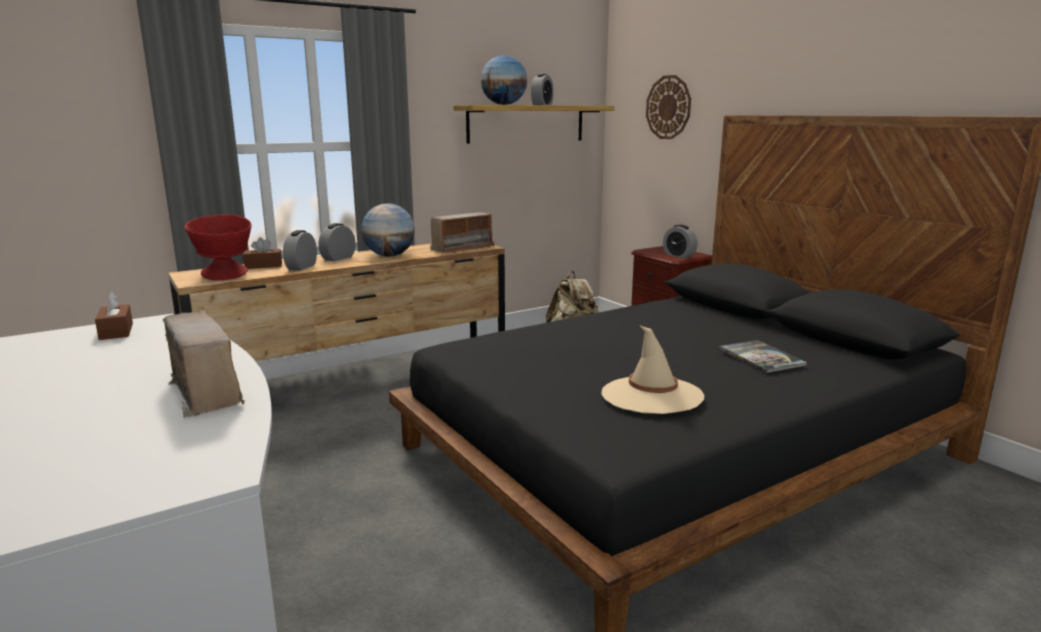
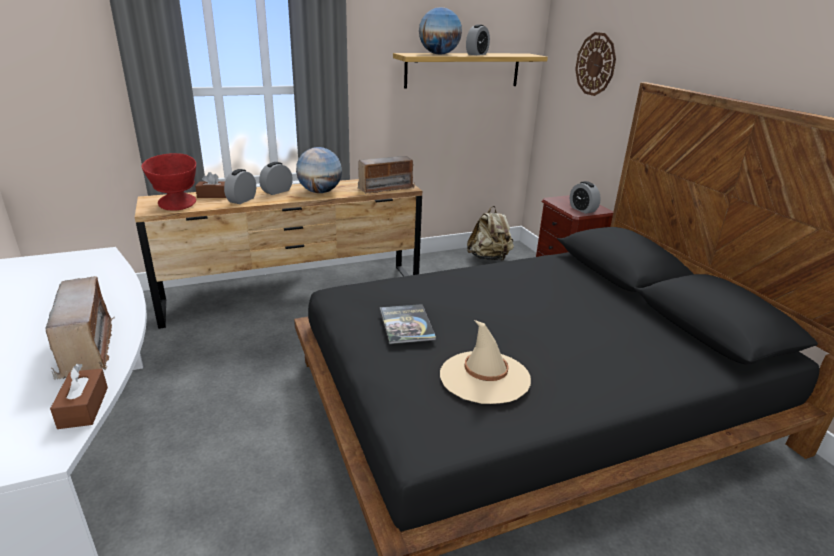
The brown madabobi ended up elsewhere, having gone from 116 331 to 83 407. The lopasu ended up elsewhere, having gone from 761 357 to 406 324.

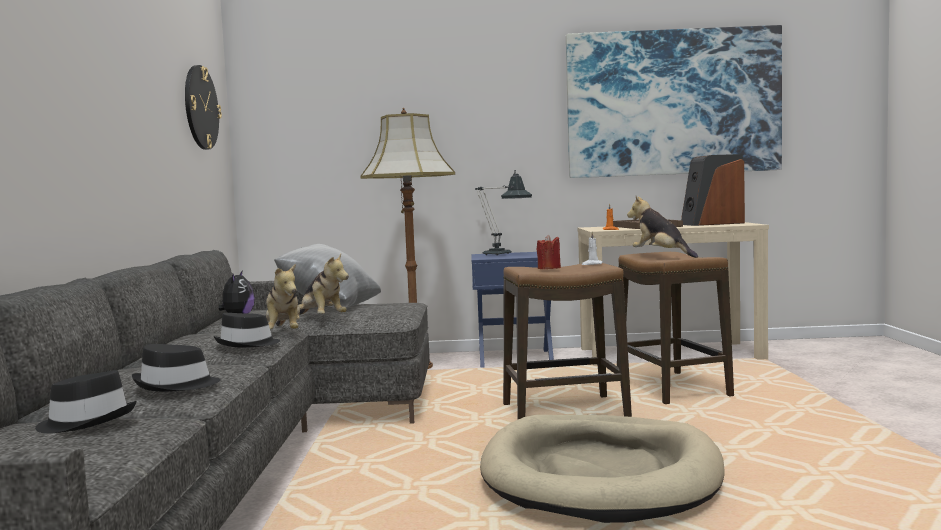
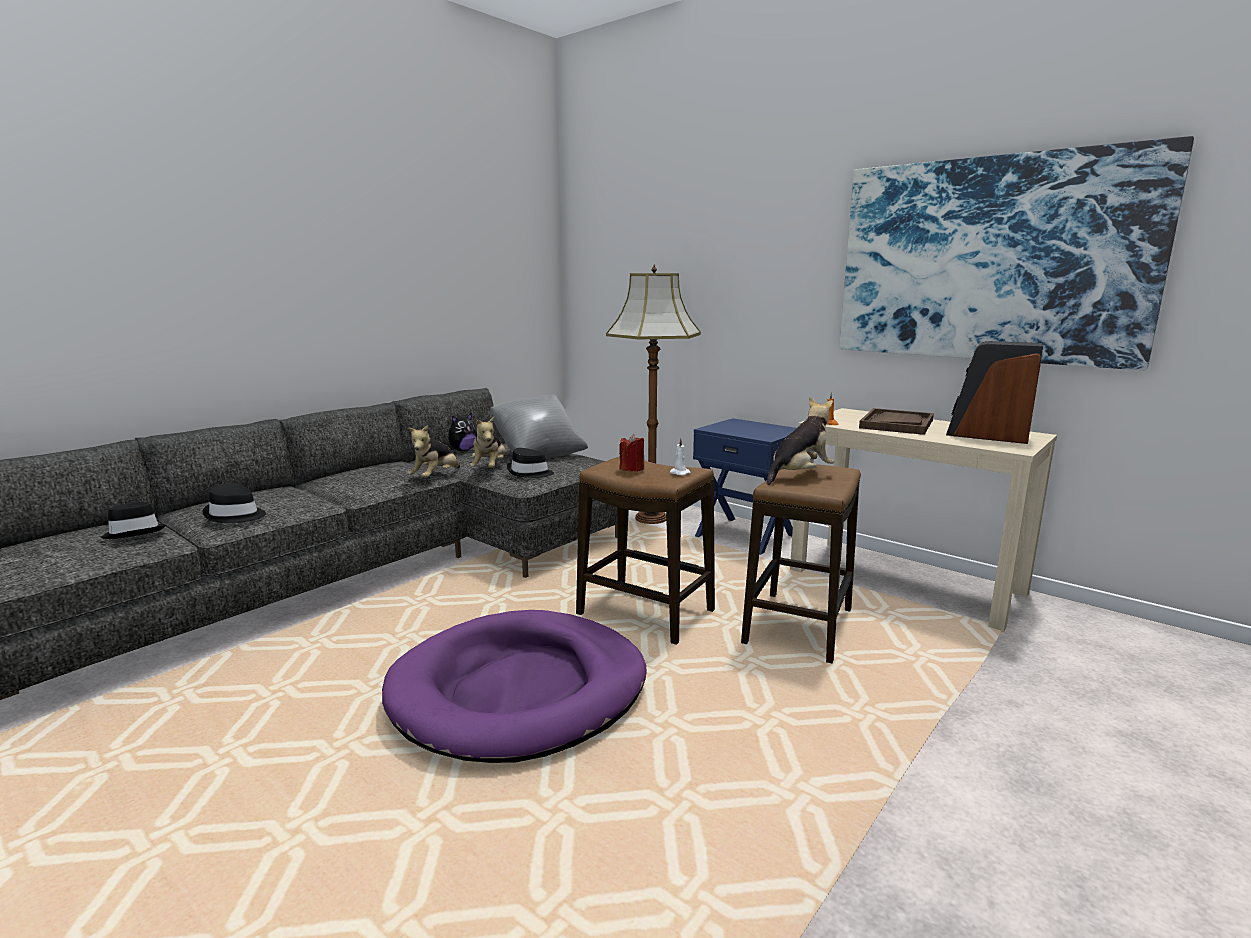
The second view lost the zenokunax at 201 107. The second view lost the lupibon at 502 254. The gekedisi at 661 255 ended up facing another way, 45 degrees clockwise from before. The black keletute ended up elsewhere, having gone from 247 344 to 529 473. What was the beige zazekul at 600 474 turned into the purple zazekul at 520 690.

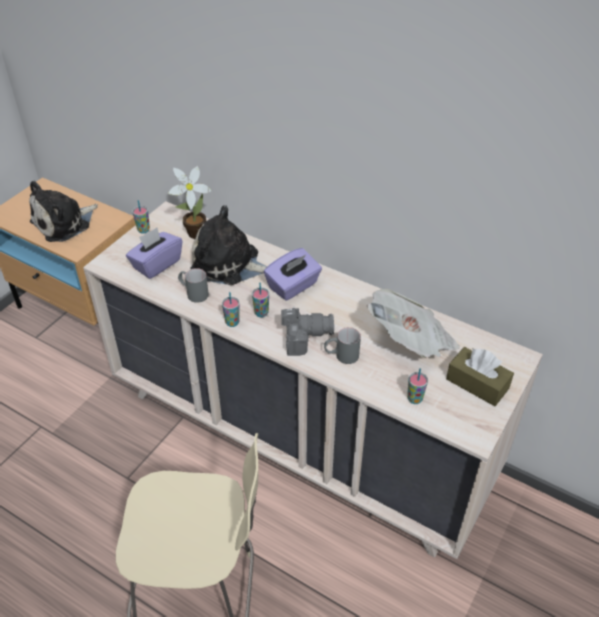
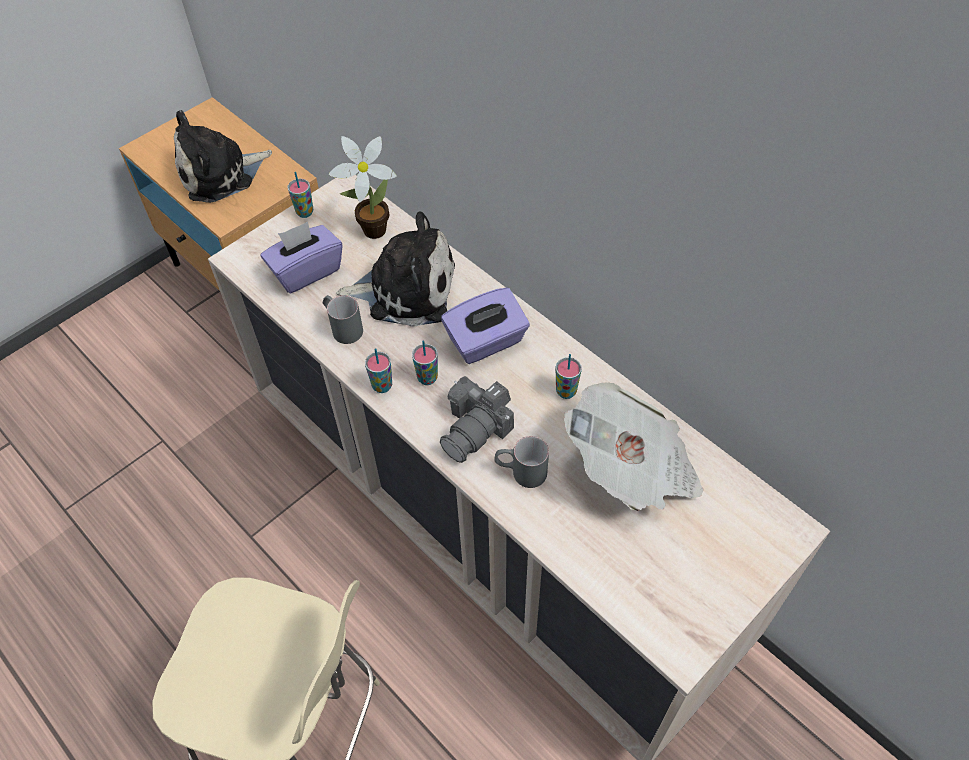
The gekedisi at 229 264 ended up facing another way, 150 degrees clockwise from before. The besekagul at 304 336 ended up facing another way, 120 degrees clockwise from before. The second view lost the brown madabobi at 477 384. The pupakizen ended up elsewhere, having gone from 414 399 to 566 391.

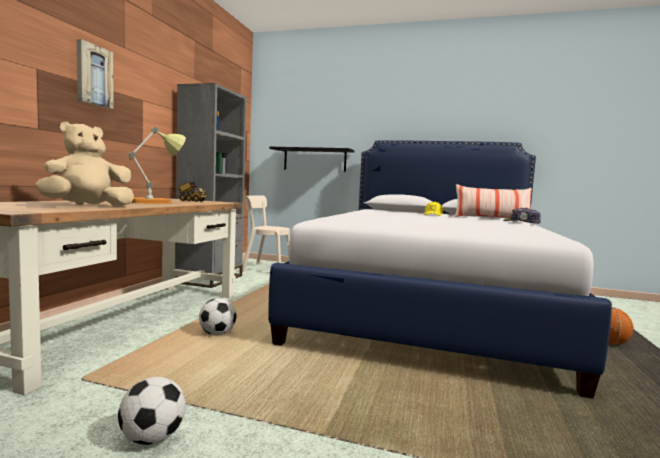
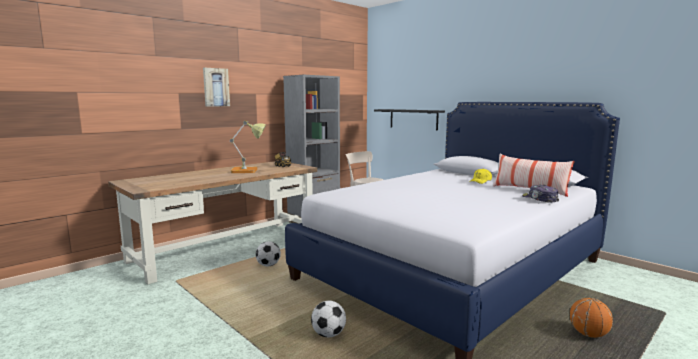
The second view lost the beige gekedisi at 88 206. The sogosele ended up elsewhere, having gone from 152 438 to 328 334.

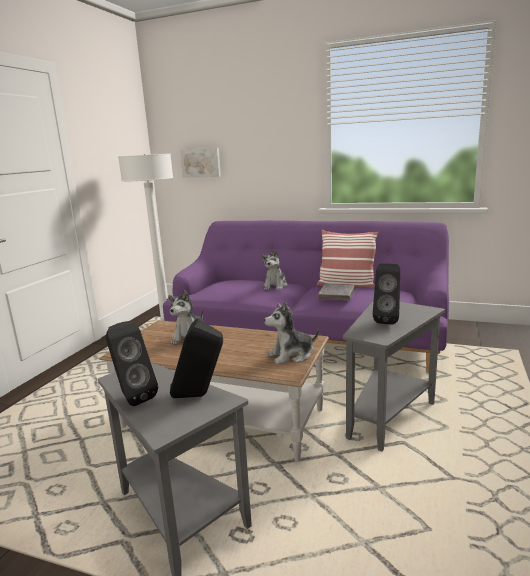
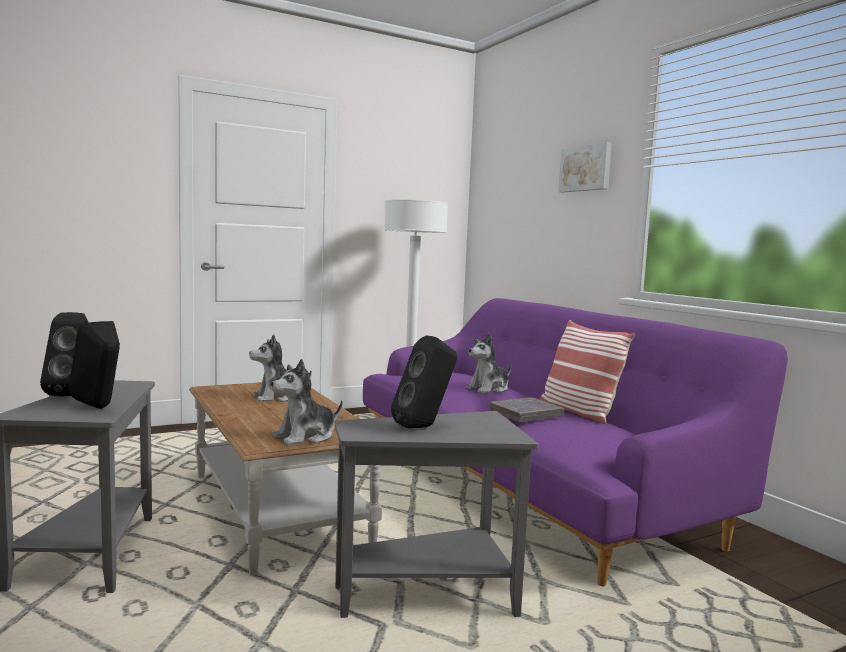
The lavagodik ended up elsewhere, having gone from 201 163 to 586 168. The gekedisi at 291 355 ended up facing another way, 60 degrees counterclockwise from before.

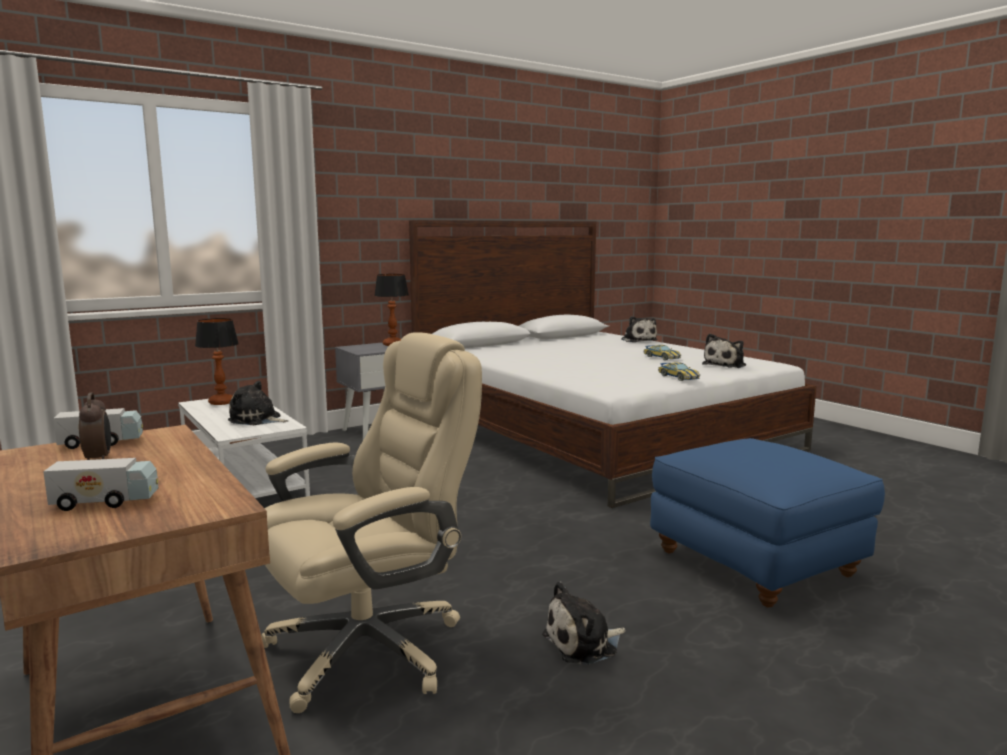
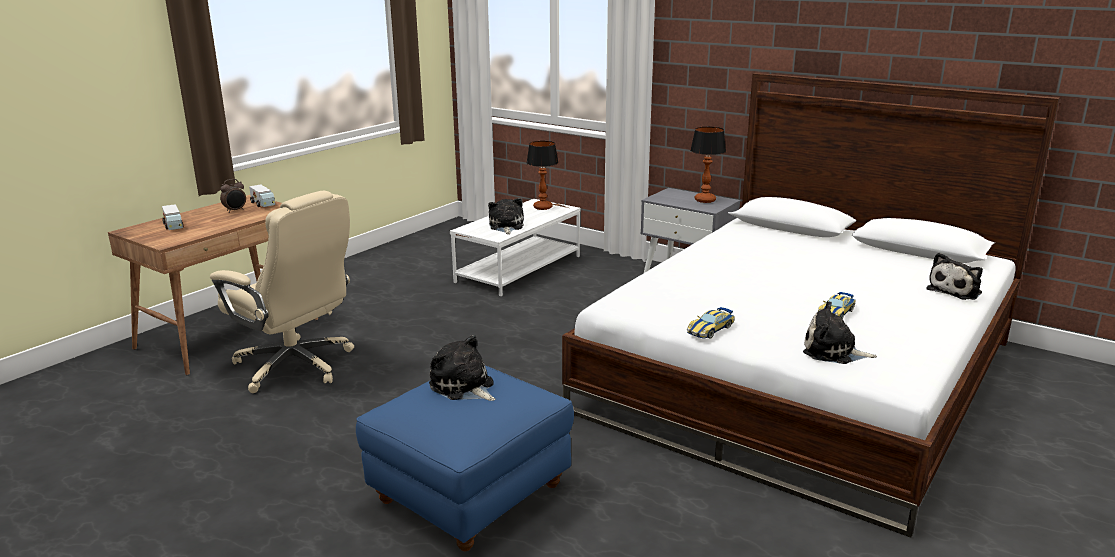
The gekedisi ended up elsewhere, having gone from 584 643 to 463 387.

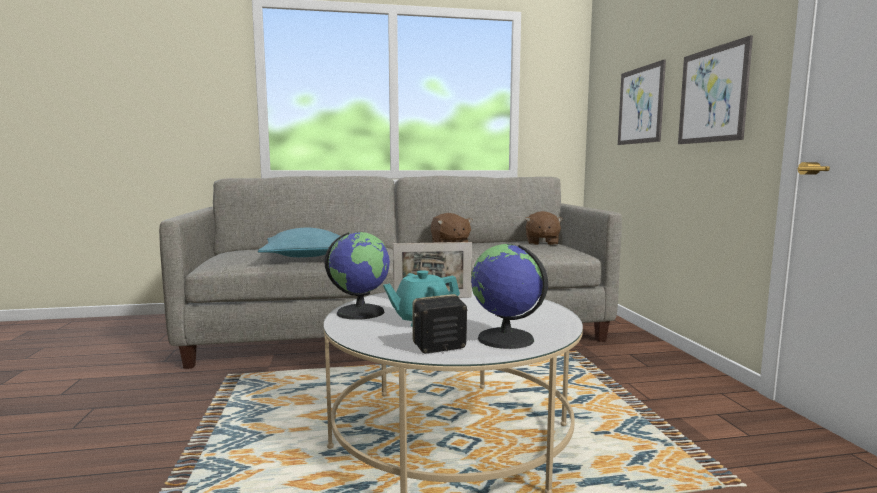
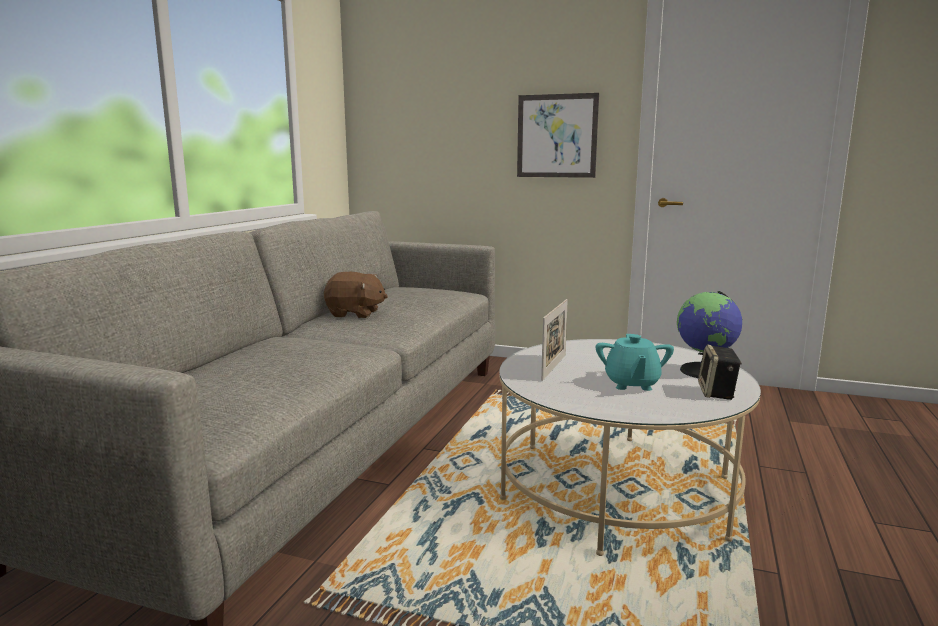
The second view lost the lavagodik at 640 105. The second view lost the brown gekedisi at 542 243. The second view lost the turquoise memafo at 306 256. The second view lost the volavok at 360 312.

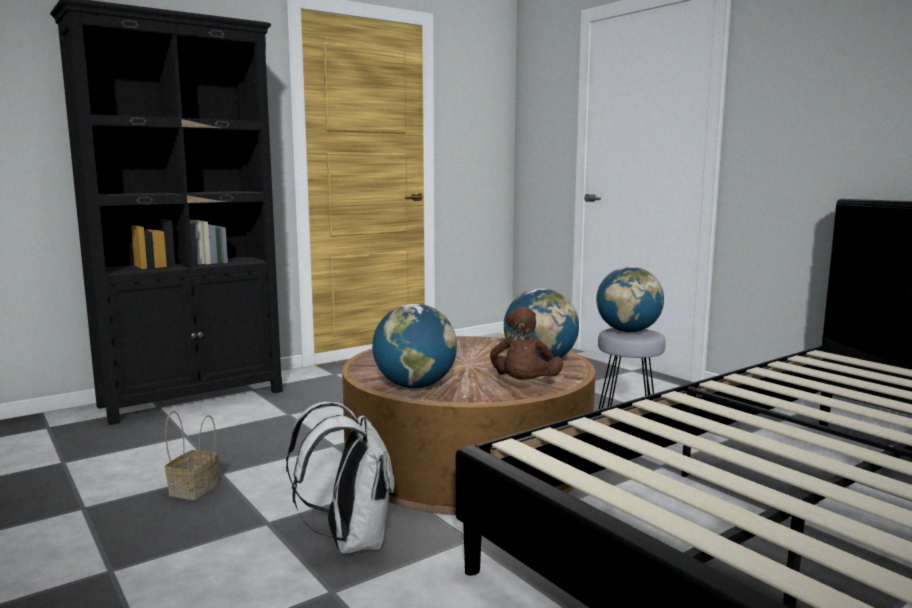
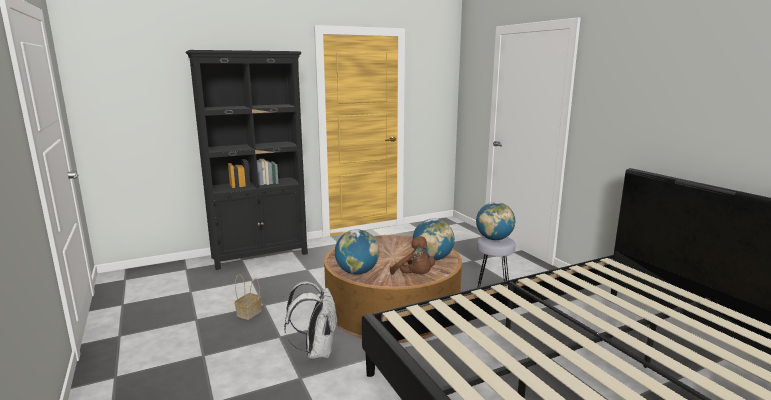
The brown gekedisi at 524 386 ended up facing another way, 60 degrees counterclockwise from before.

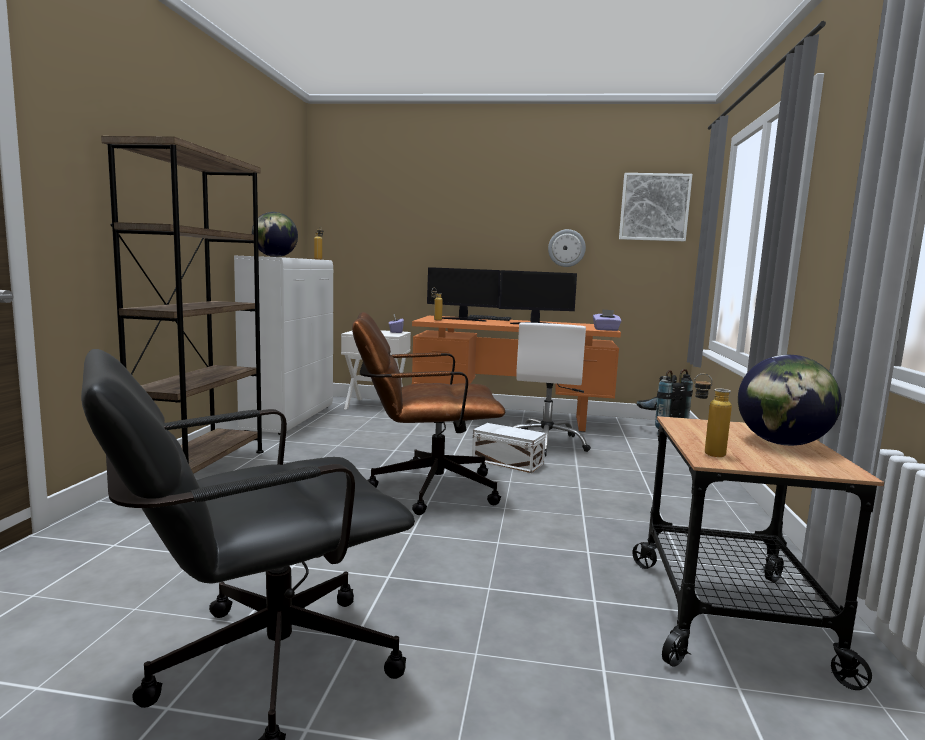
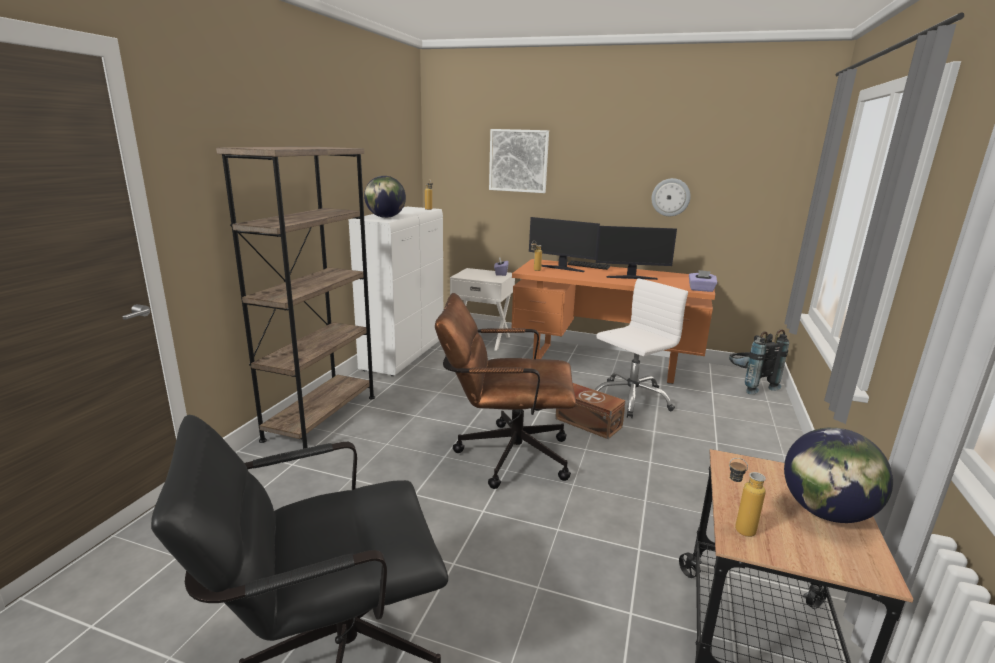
The lavagodik ended up elsewhere, having gone from 654 207 to 518 161. The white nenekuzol at 546 443 ended up facing another way, 150 degrees counterclockwise from before. What was the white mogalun at 507 461 turned into the brown mogalun at 588 422.

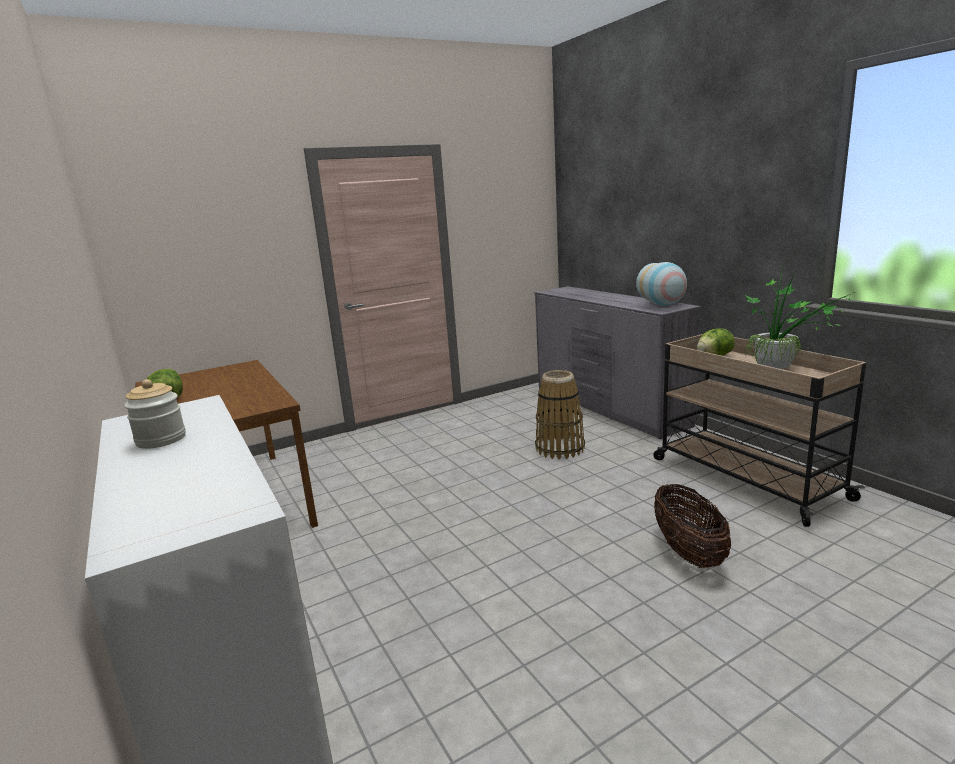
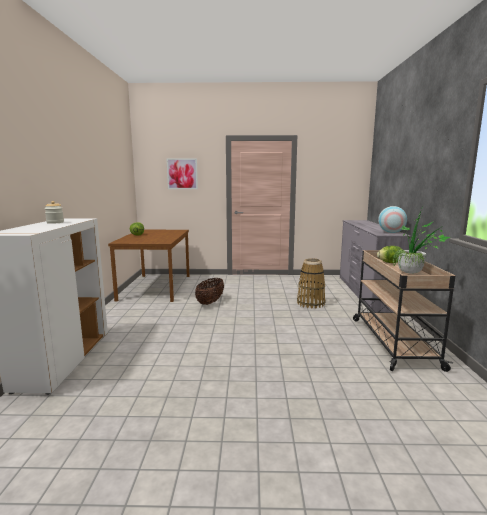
The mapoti ended up elsewhere, having gone from 688 552 to 210 302. The second view gained the lavagodik at 182 174.

